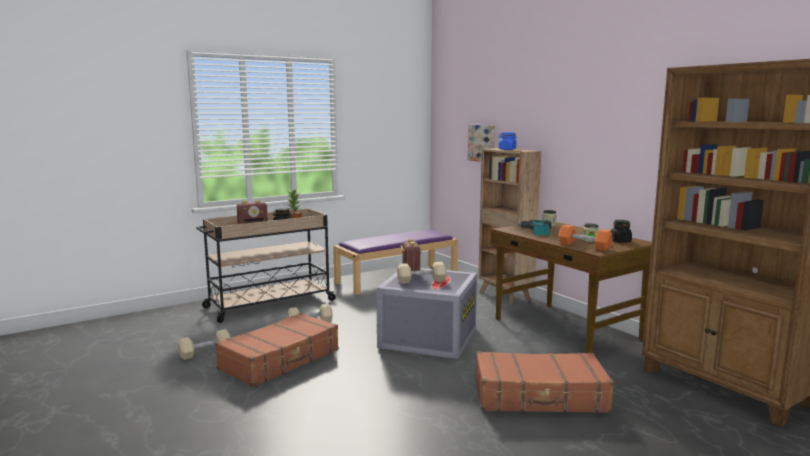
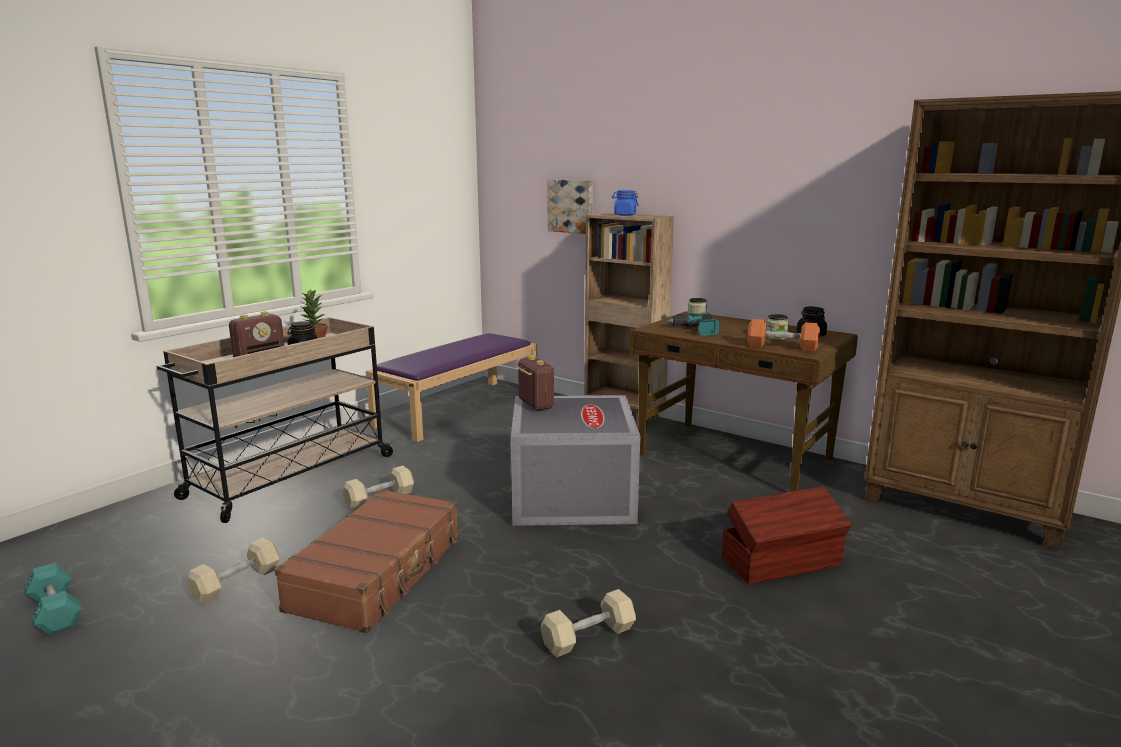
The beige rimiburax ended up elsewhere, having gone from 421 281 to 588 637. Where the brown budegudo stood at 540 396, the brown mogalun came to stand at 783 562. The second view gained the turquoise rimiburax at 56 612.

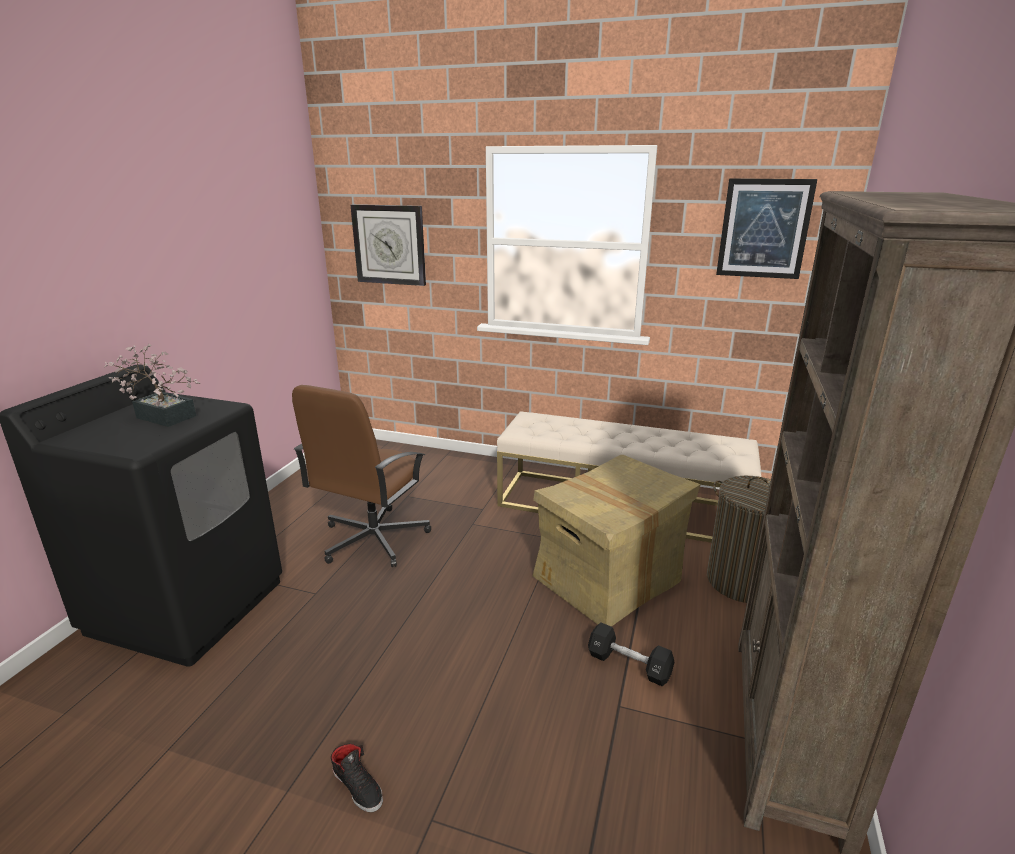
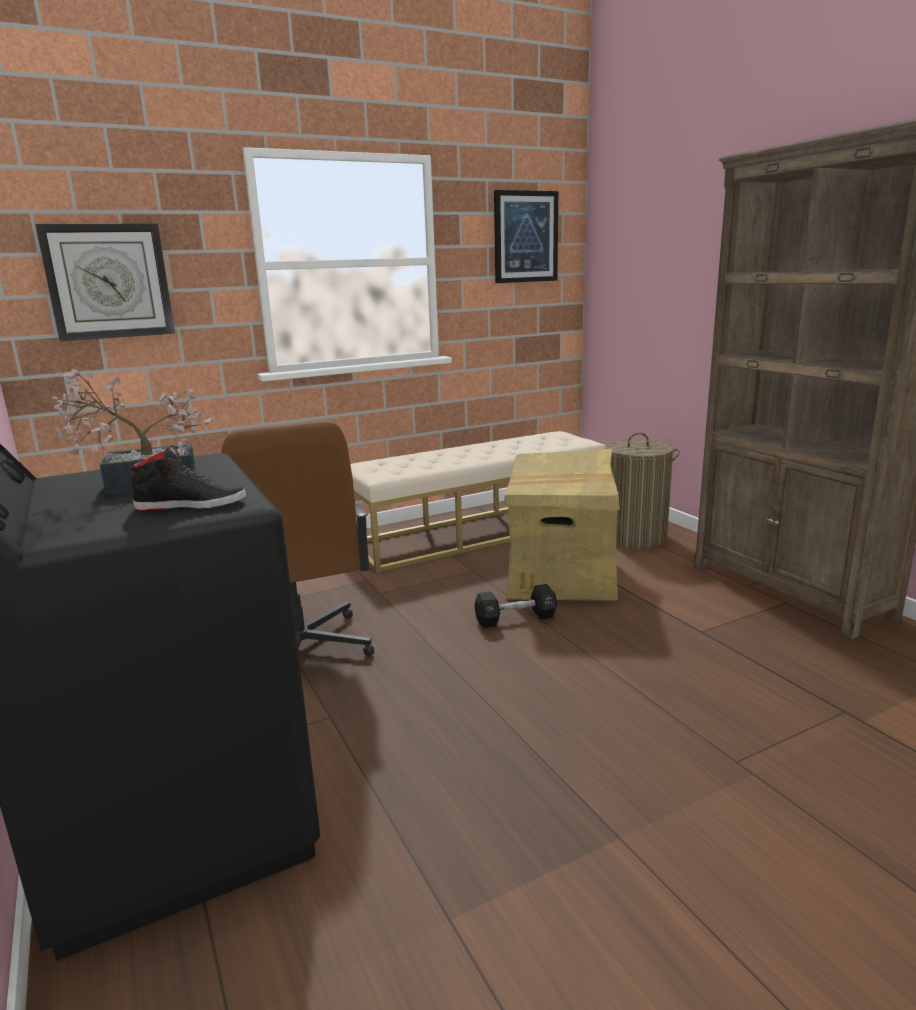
The black rimiburax ended up elsewhere, having gone from 629 665 to 515 618. The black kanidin ended up elsewhere, having gone from 358 786 to 191 504.

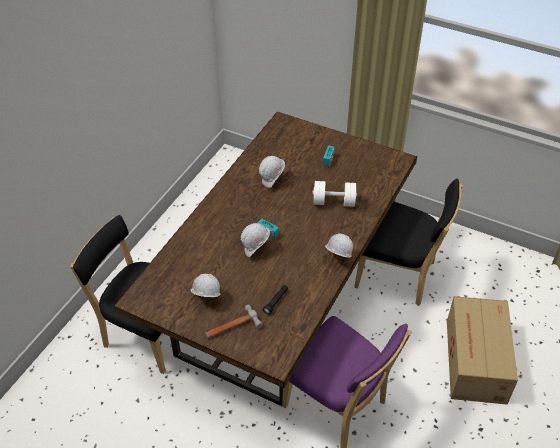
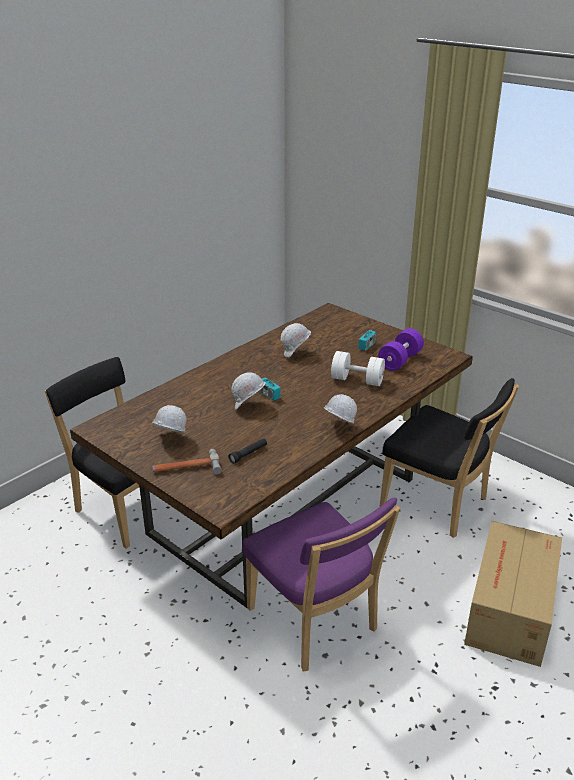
The second view gained the purple rimiburax at 400 360.

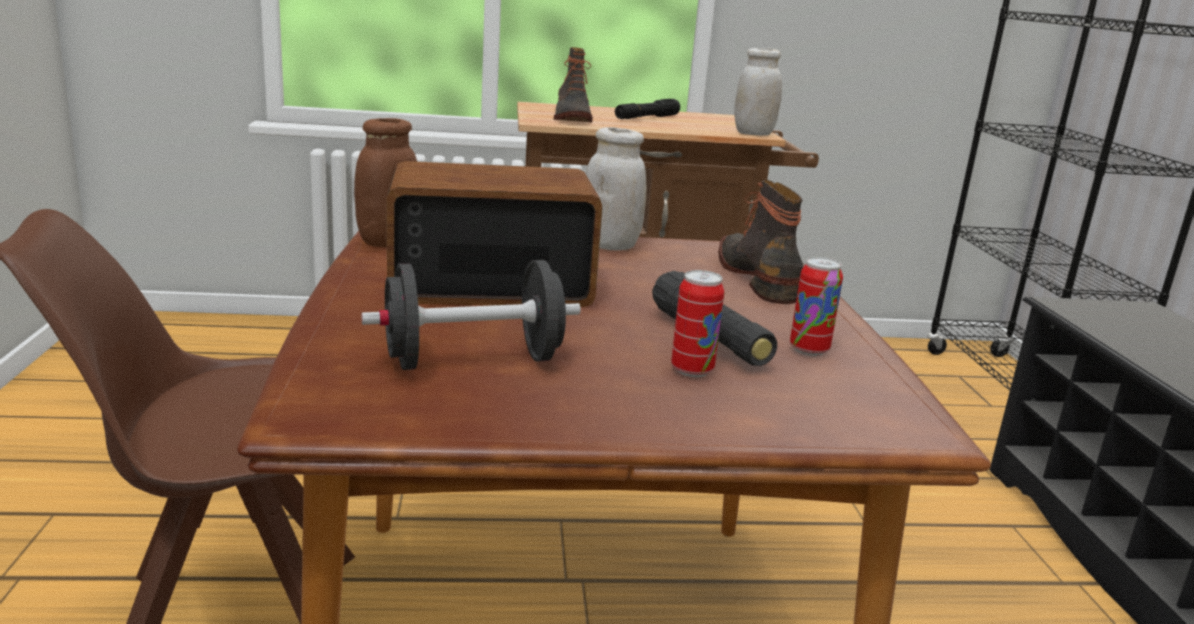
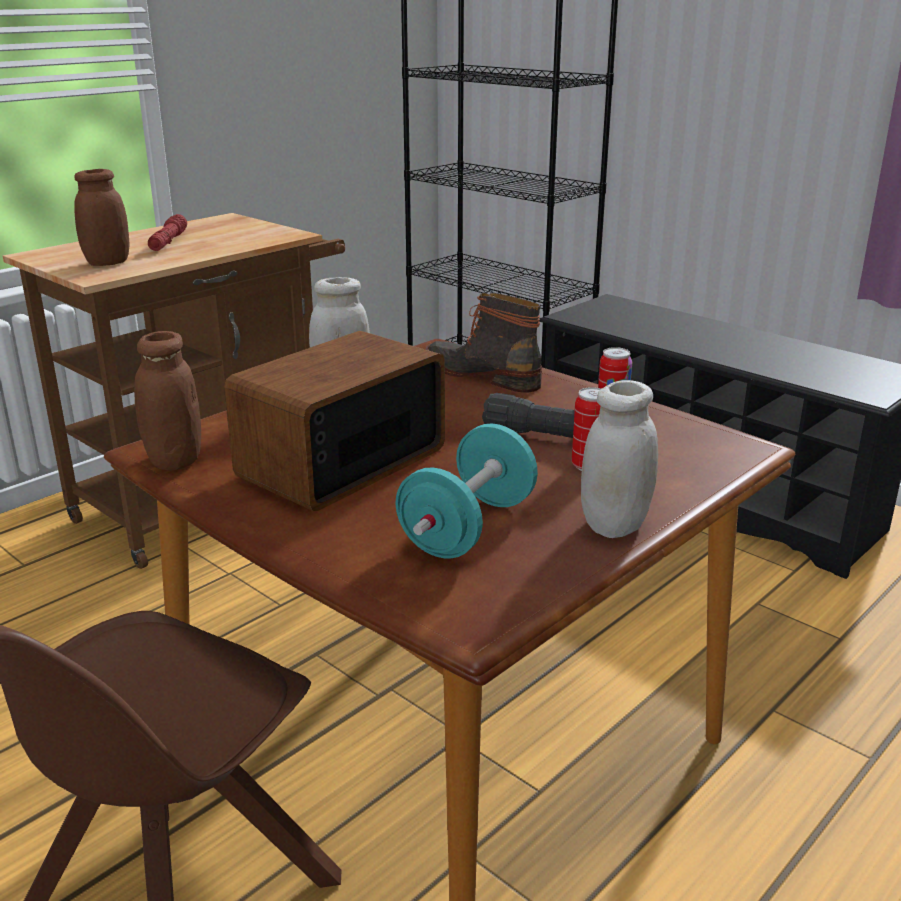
Where the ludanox stood at 570 118, the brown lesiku came to stand at 107 263. The white lesiku ended up elsewhere, having gone from 753 134 to 615 525. What was the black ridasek at 646 118 turned into the red ridasek at 168 242. What was the black rimiburax at 473 360 turned into the turquoise rimiburax at 468 528.

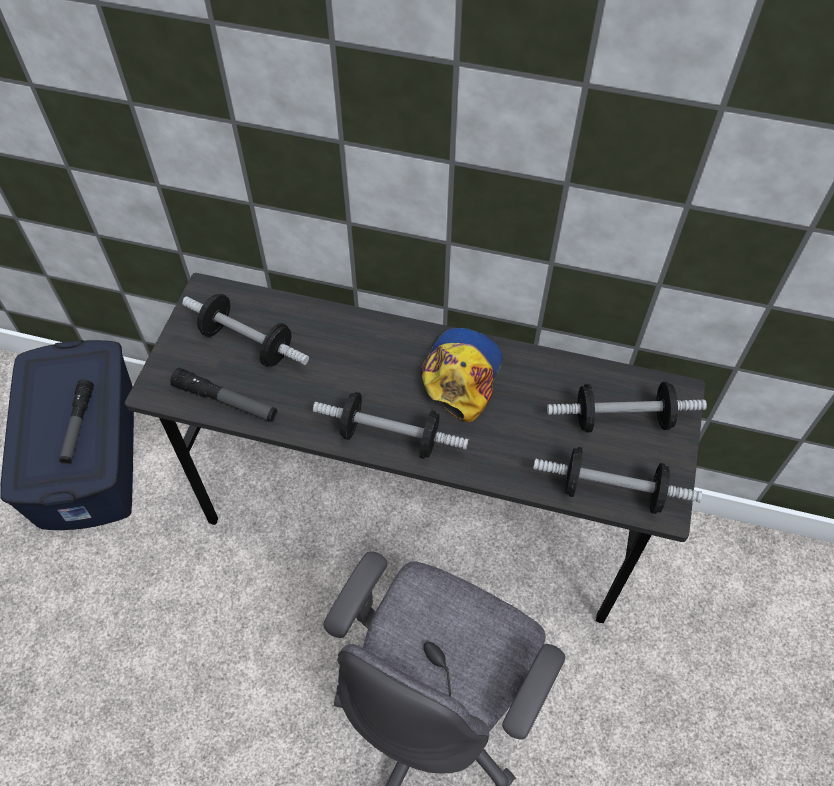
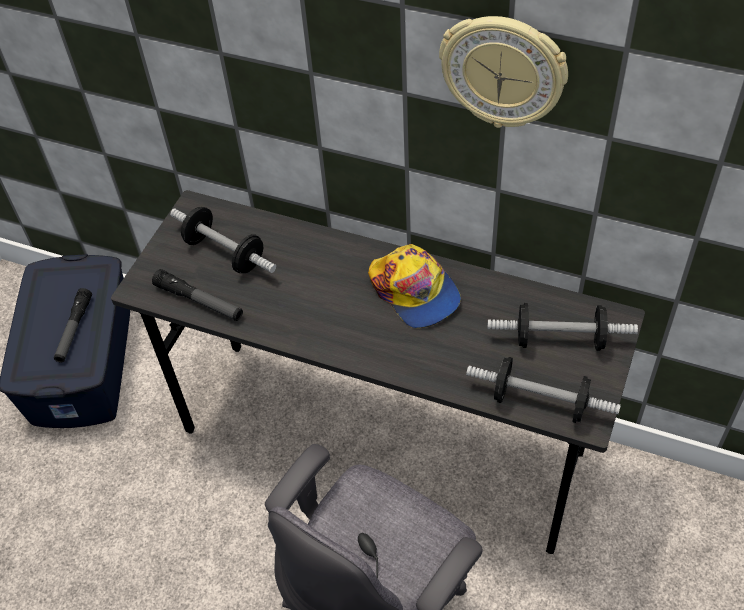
The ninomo at 461 375 ended up facing another way, 120 degrees clockwise from before. The second view lost the rimiburax at 390 437. The second view gained the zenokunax at 503 71.

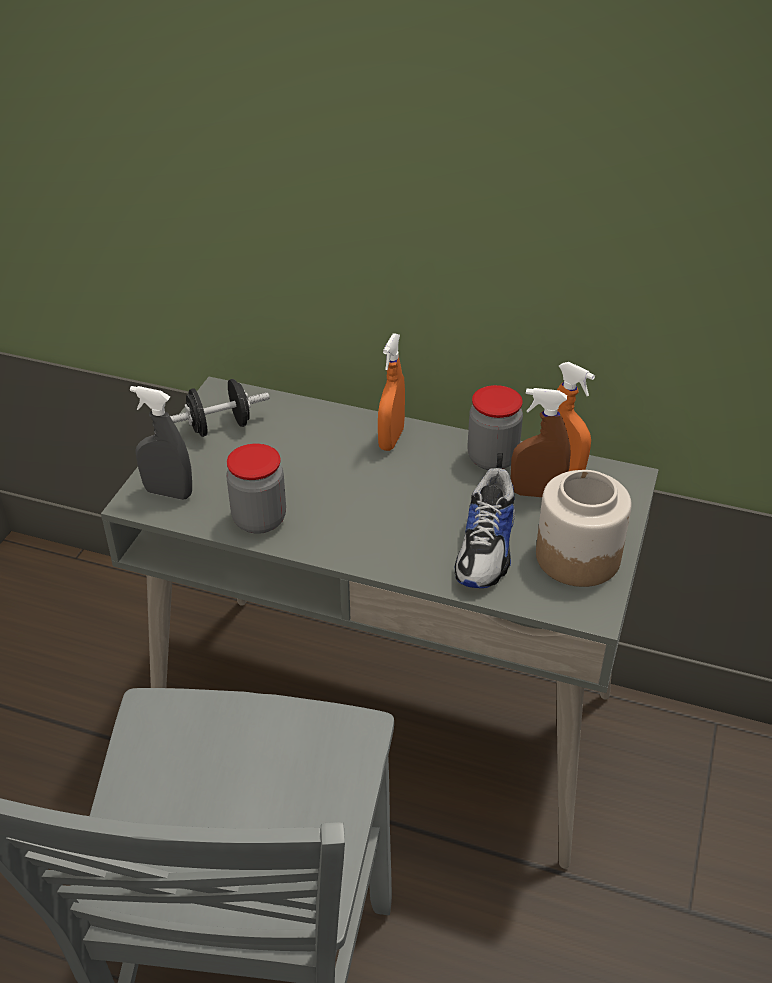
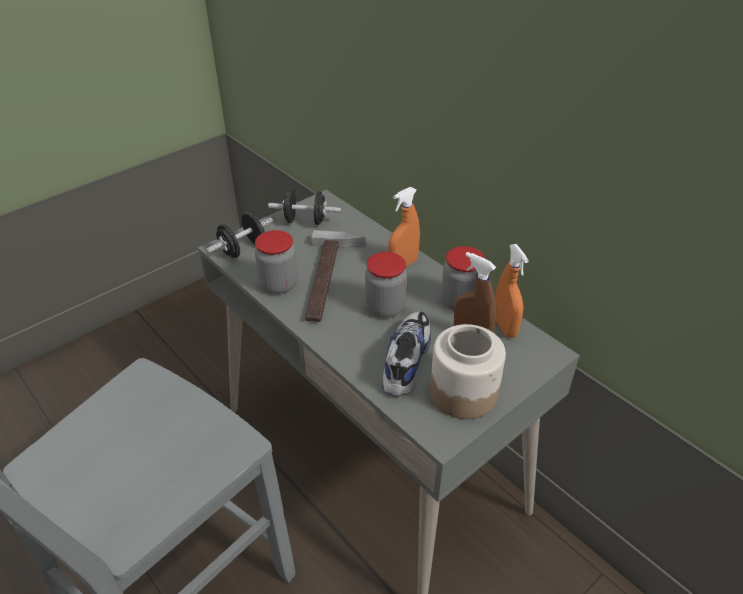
Where the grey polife stood at 168 493, the black rimiburax came to stand at 243 249. The kanidin at 487 547 ended up facing another way, 150 degrees clockwise from before. The second view gained the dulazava at 330 278. The second view gained the lesiku at 385 308.

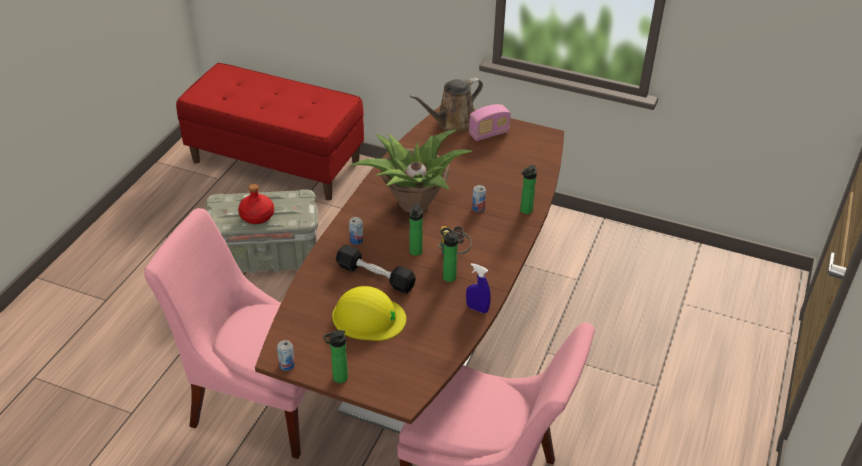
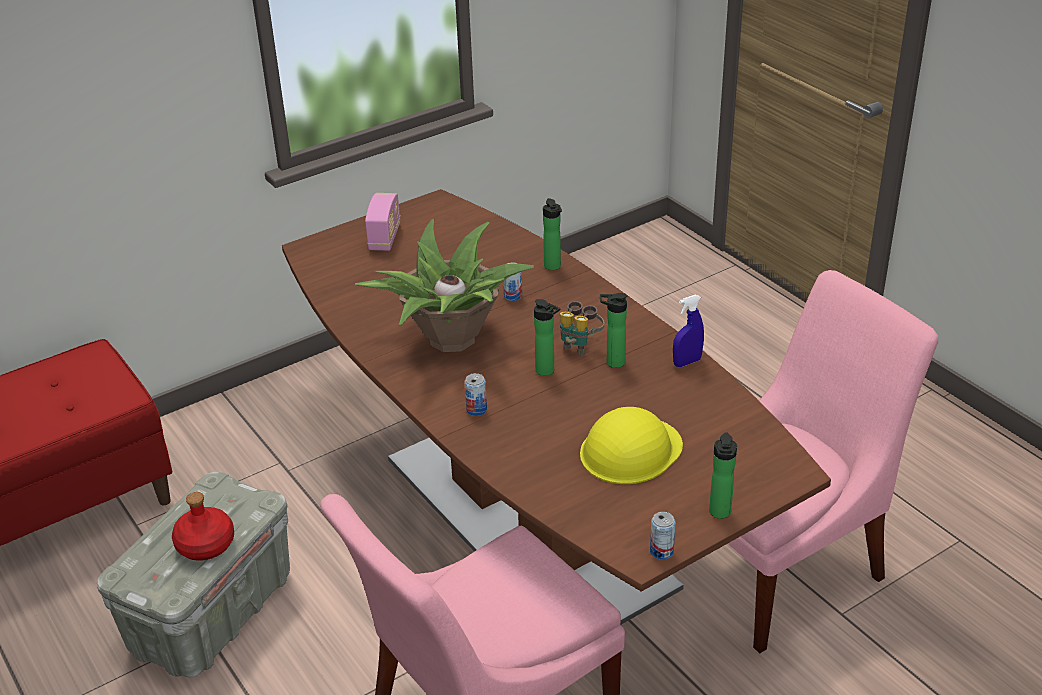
The second view lost the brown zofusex at 452 122. The second view lost the black rimiburax at 375 276.

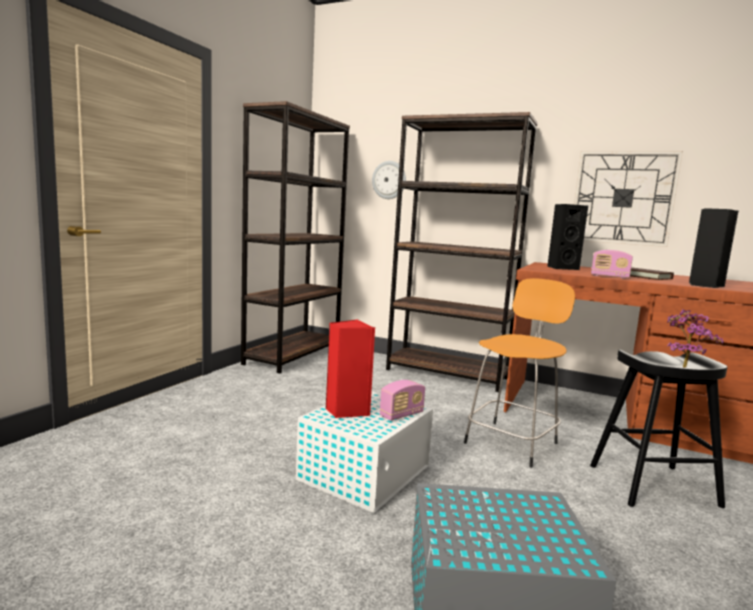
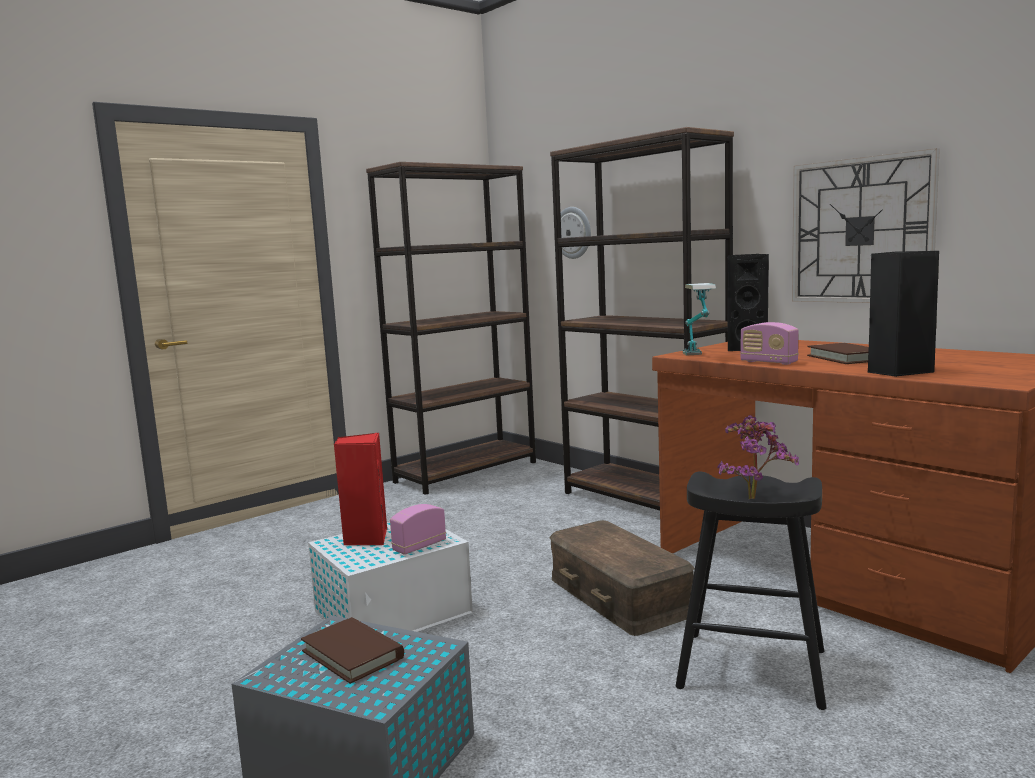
Where the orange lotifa stood at 512 442, the brown mogalun came to stand at 620 596. The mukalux at 401 415 ended up facing another way, 150 degrees clockwise from before. The second view gained the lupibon at 698 357. The second view gained the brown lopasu at 352 654.

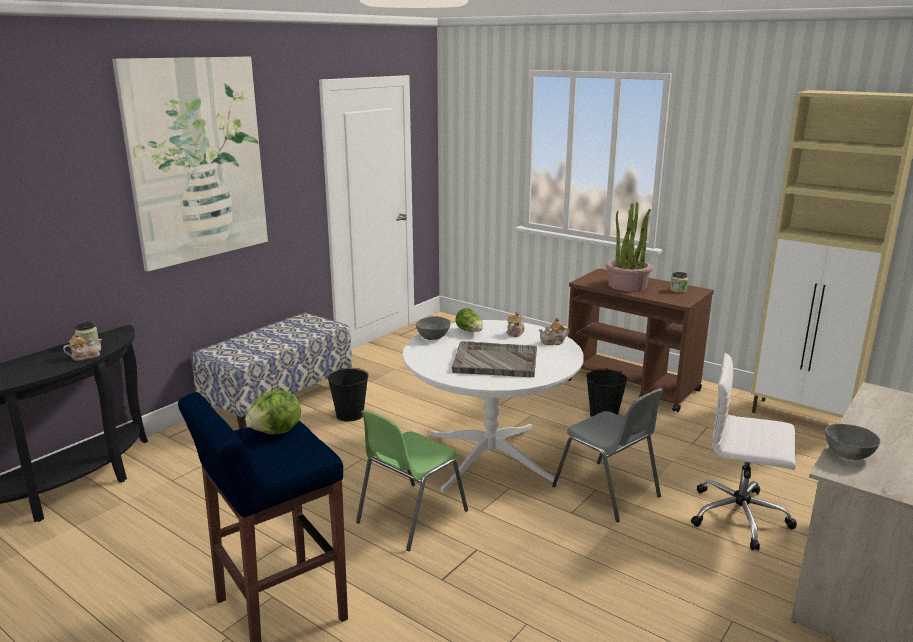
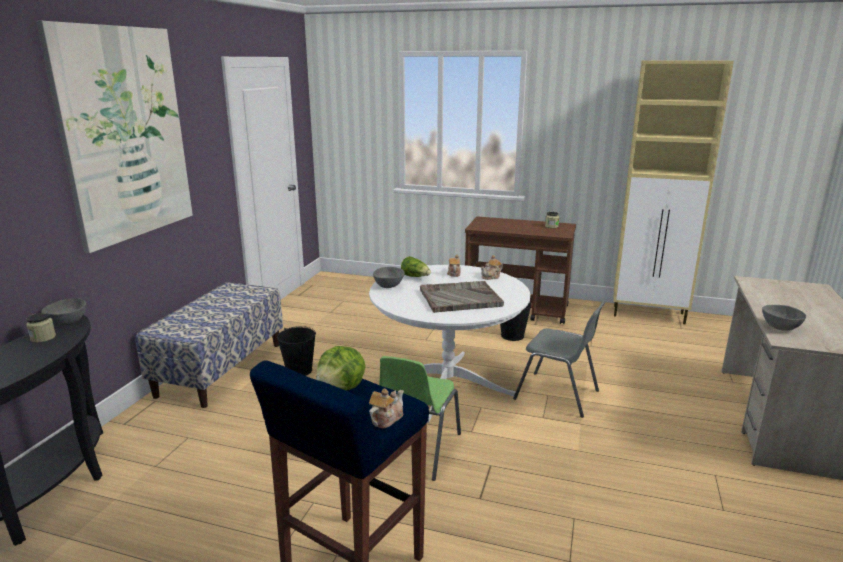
The second view lost the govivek at 627 285. The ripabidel ended up elsewhere, having gone from 85 356 to 386 419. The second view lost the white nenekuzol at 741 517. The second view gained the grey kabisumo at 69 322.

